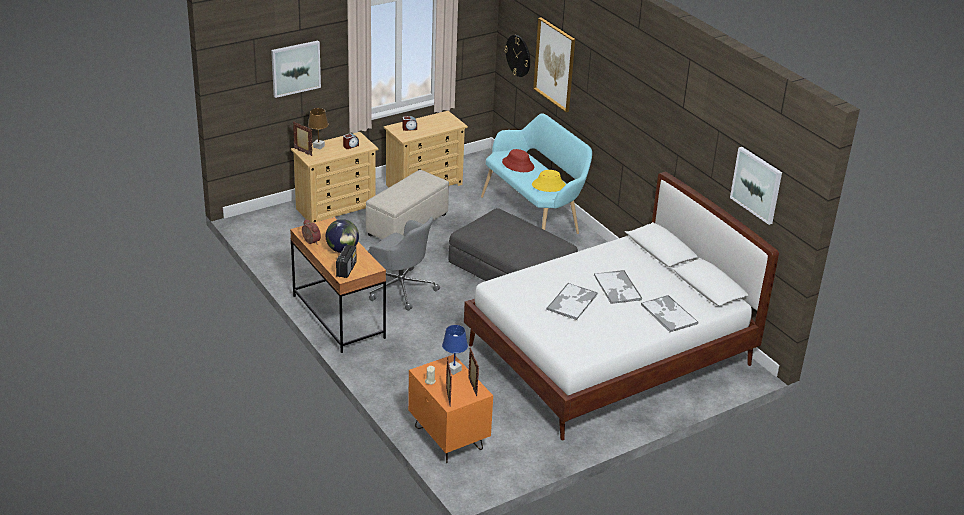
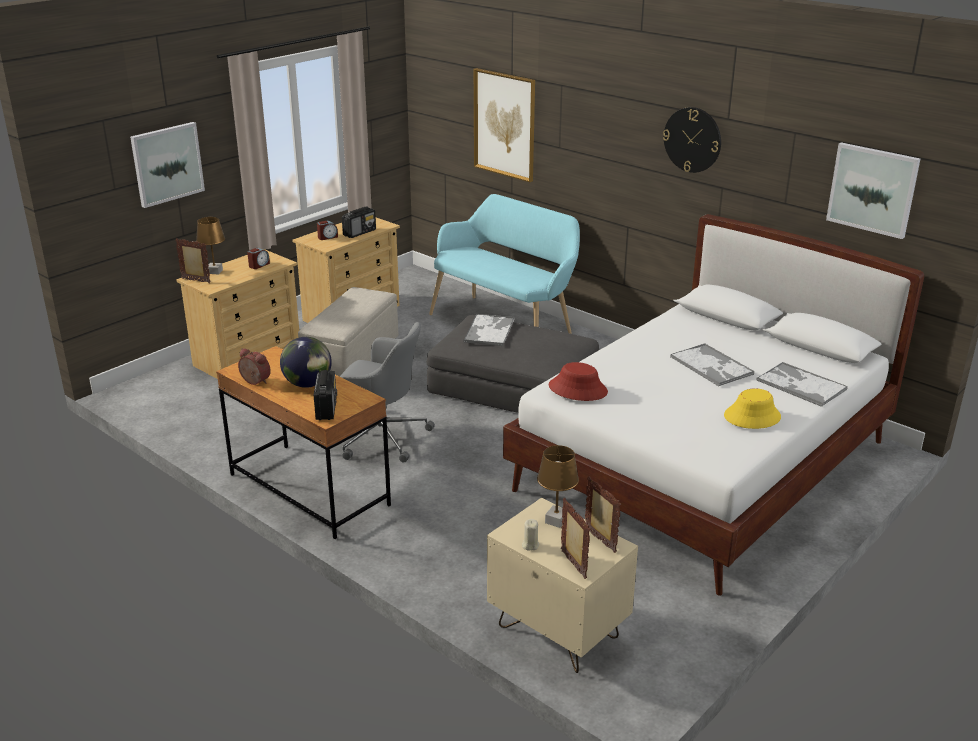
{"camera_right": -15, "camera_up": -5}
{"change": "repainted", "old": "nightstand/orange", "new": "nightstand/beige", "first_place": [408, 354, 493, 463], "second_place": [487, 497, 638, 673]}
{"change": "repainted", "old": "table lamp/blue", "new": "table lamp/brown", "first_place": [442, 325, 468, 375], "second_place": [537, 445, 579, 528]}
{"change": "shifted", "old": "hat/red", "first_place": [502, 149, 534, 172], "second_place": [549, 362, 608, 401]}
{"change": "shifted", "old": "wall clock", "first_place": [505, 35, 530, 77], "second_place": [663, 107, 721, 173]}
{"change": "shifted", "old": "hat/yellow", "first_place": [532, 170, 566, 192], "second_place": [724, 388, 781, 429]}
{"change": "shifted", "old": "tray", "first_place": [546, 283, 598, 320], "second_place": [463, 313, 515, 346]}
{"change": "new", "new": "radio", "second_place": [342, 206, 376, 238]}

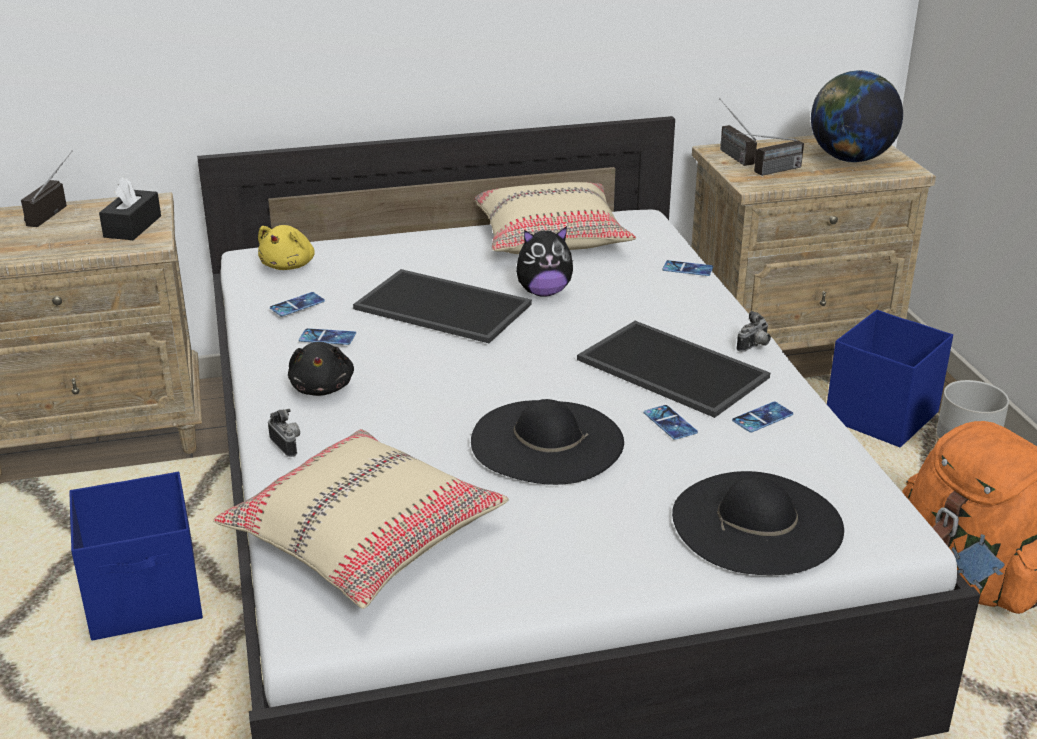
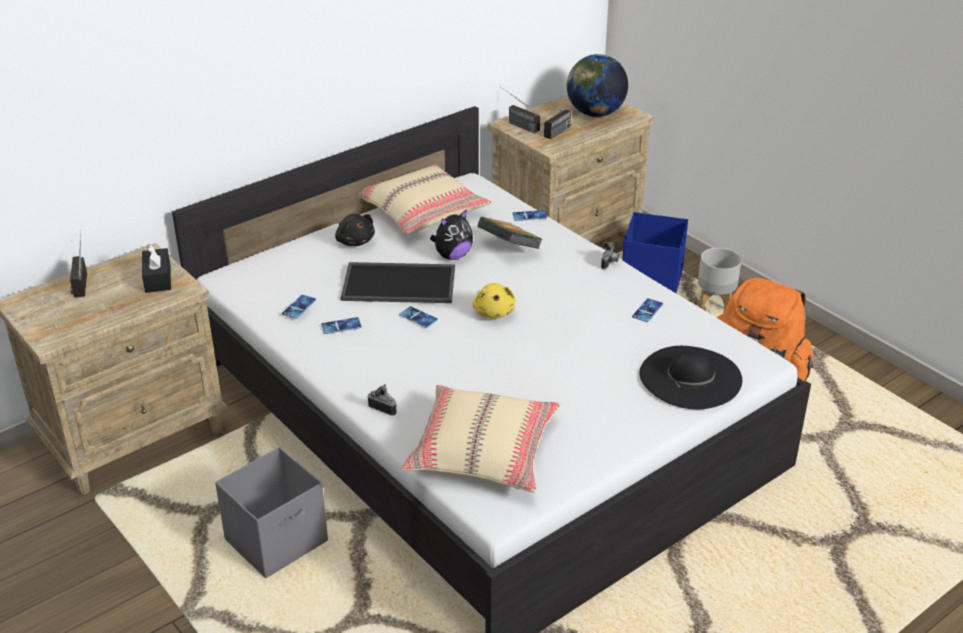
{"camera_right": -25, "camera_up": 5}
{"change": "repainted", "old": "storage box/blue", "new": "storage box/grey", "first_place": [69, 472, 203, 641], "second_place": [215, 447, 328, 578]}
{"change": "shifted", "old": "plush toy/yellow", "first_place": [258, 225, 315, 270], "second_place": [472, 283, 515, 319]}
{"change": "shifted", "old": "plush toy/black", "first_place": [288, 342, 354, 396], "second_place": [335, 214, 375, 246]}
{"change": "gone", "old": "hat/black", "first_place": [471, 399, 624, 485]}
{"change": "gone", "old": "tray", "first_place": [577, 321, 770, 418]}
{"change": "shifted", "old": "phone", "first_place": [644, 405, 698, 440], "second_place": [399, 306, 438, 327]}
{"change": "new", "new": "book", "second_place": [478, 217, 542, 249]}

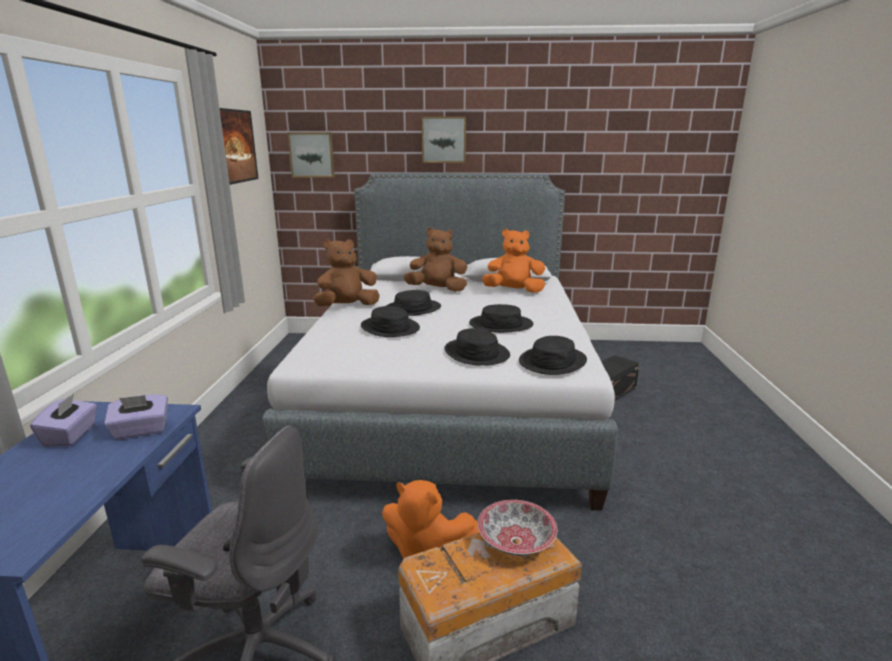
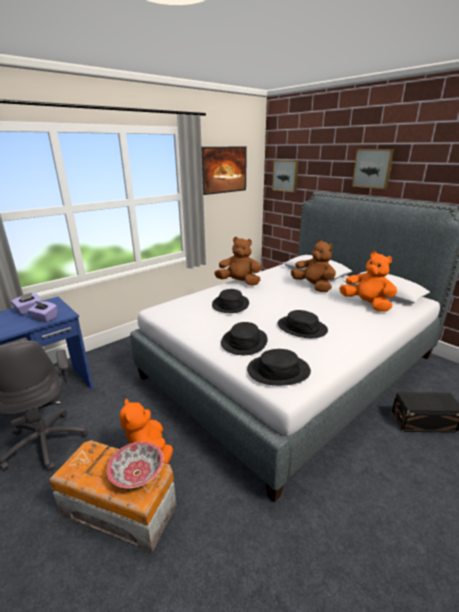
{"camera_right": 45, "camera_up": 5}
{"change": "gone", "old": "hat/black", "first_place": [386, 290, 441, 316]}

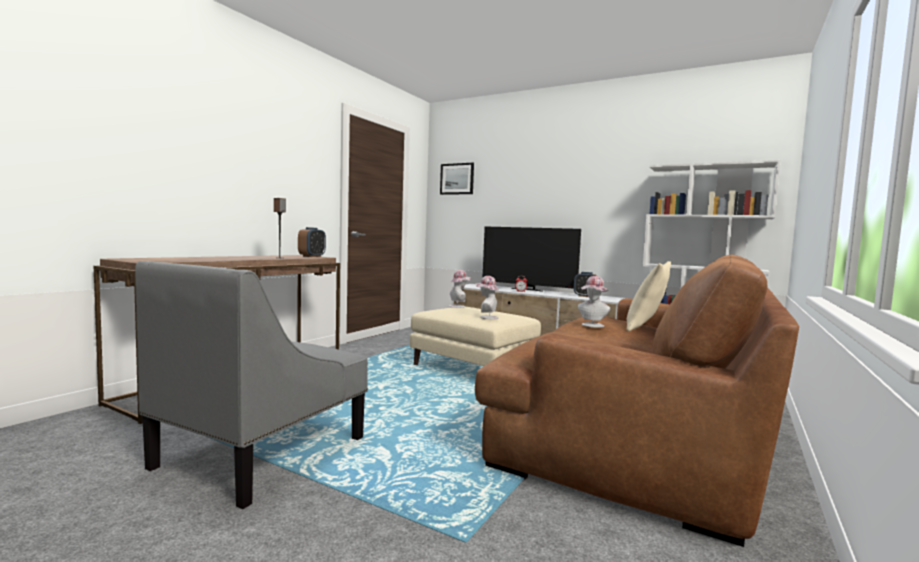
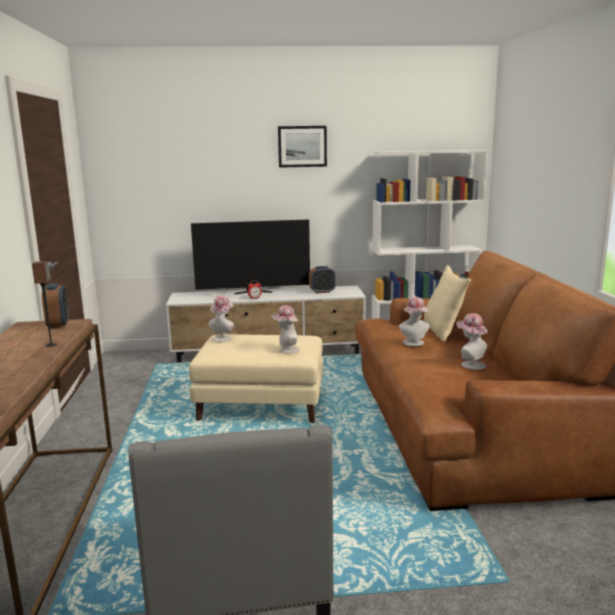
{"camera_right": -35, "camera_up": 10}
{"change": "shifted", "old": "picture", "first_place": [440, 163, 474, 195], "second_place": [278, 126, 327, 168]}
{"change": "new", "new": "hat", "second_place": [456, 313, 488, 370]}

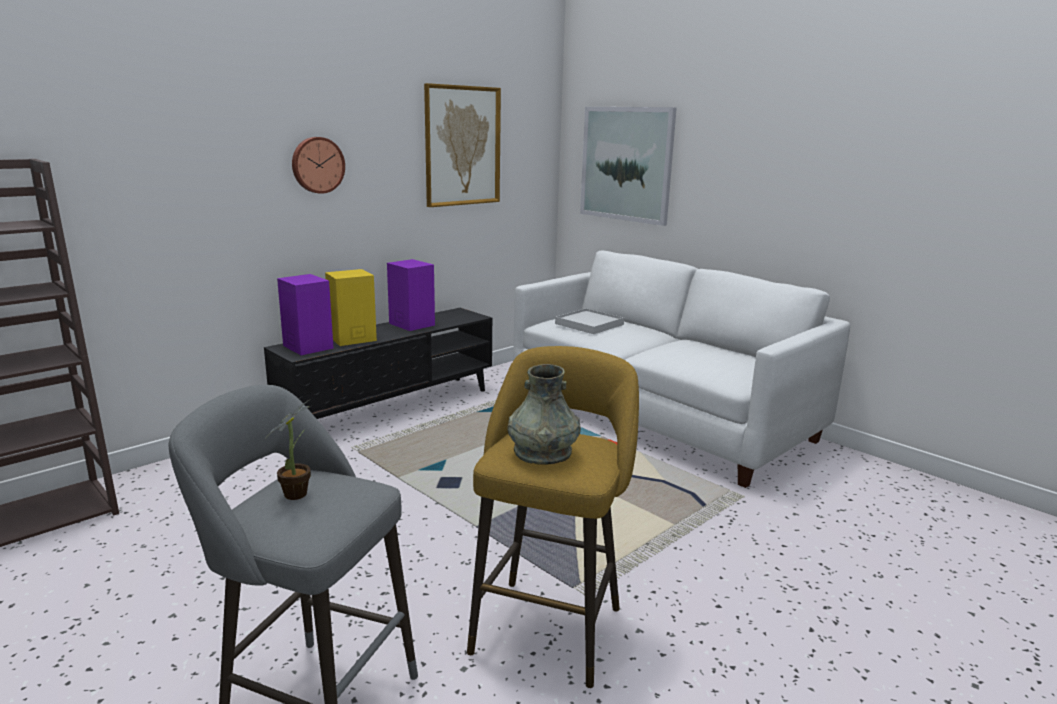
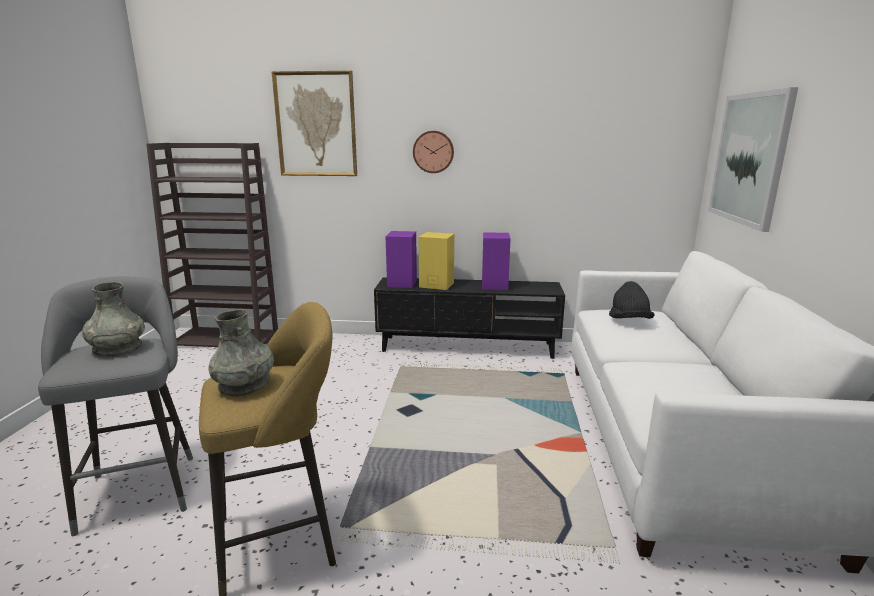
{"camera_right": 50, "camera_up": 0}
{"change": "swapped", "old": "potted plant", "new": "vase/grey", "first_place": [264, 400, 311, 500], "second_place": [82, 282, 145, 356]}
{"change": "shifted", "old": "picture", "first_place": [424, 83, 501, 207], "second_place": [271, 71, 357, 176]}
{"change": "swapped", "old": "tray/white", "new": "hat/black", "first_place": [555, 308, 624, 334], "second_place": [609, 281, 655, 319]}

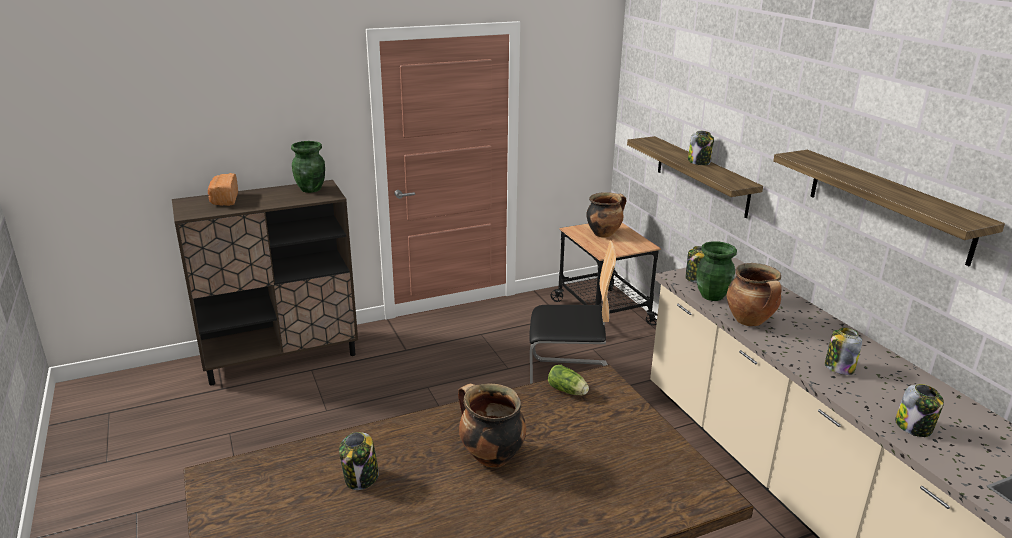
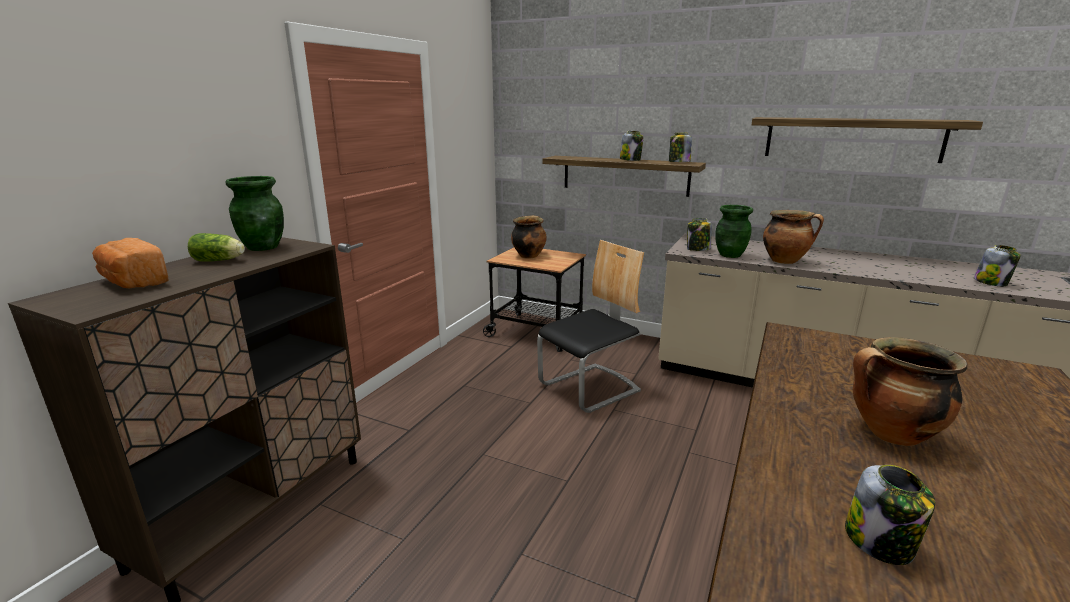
{"camera_right": -40, "camera_up": -5}
{"change": "shifted", "old": "lettuce", "first_place": [548, 365, 589, 395], "second_place": [188, 233, 245, 262]}
{"change": "shifted", "old": "jar", "first_place": [825, 327, 862, 375], "second_place": [669, 133, 692, 162]}

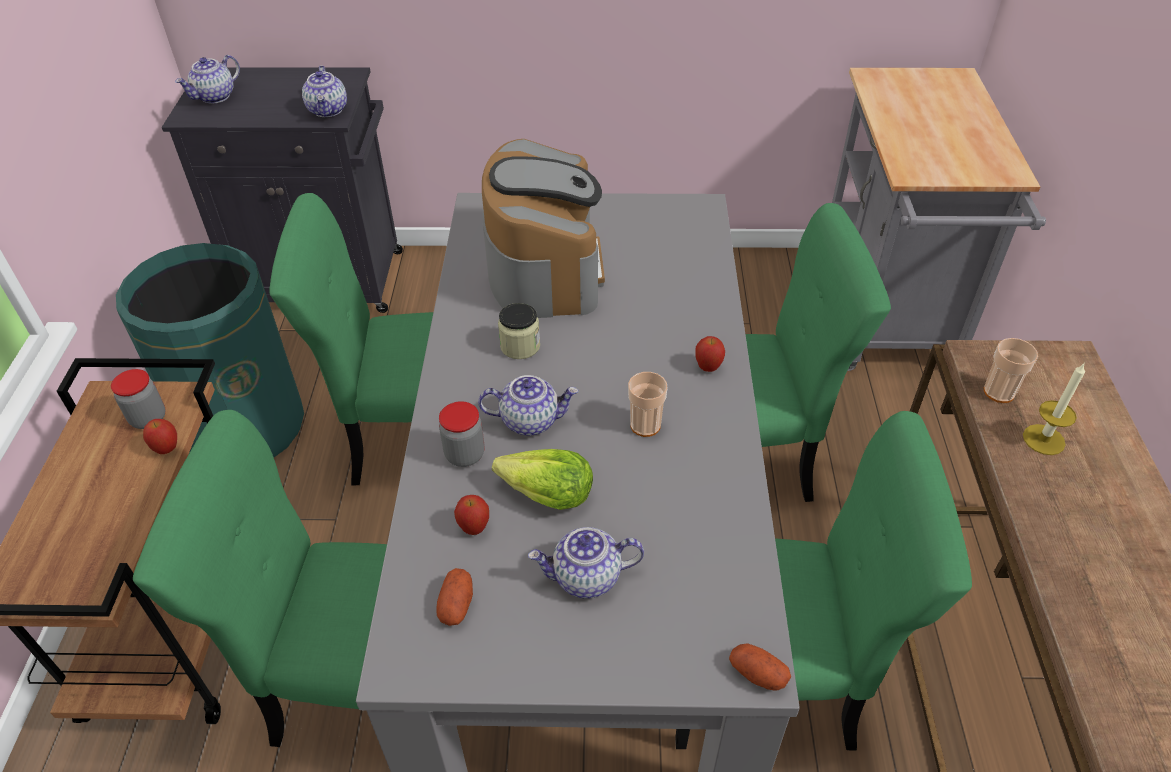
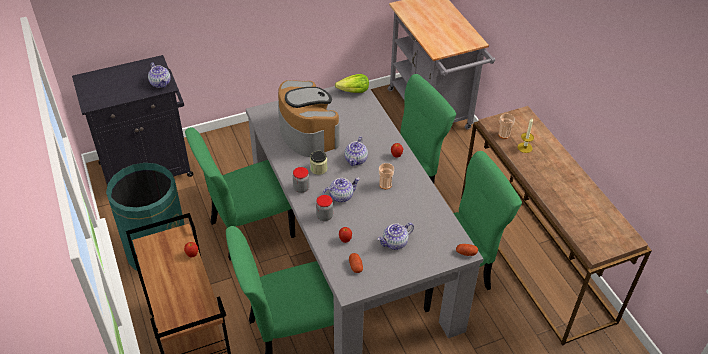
{"camera_right": -25, "camera_up": 0}
{"change": "shifted", "old": "jar", "first_place": [111, 369, 165, 429], "second_place": [293, 167, 309, 193]}
{"change": "shifted", "old": "teapot", "first_place": [175, 55, 240, 104], "second_place": [344, 136, 368, 166]}
{"change": "shifted", "old": "lettuce", "first_place": [492, 449, 593, 510], "second_place": [335, 74, 369, 93]}

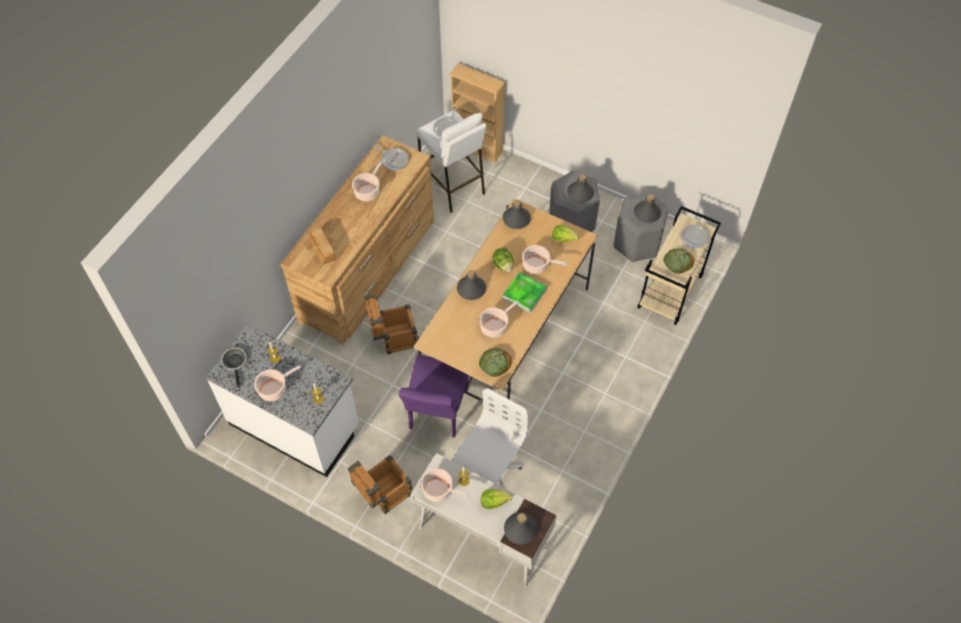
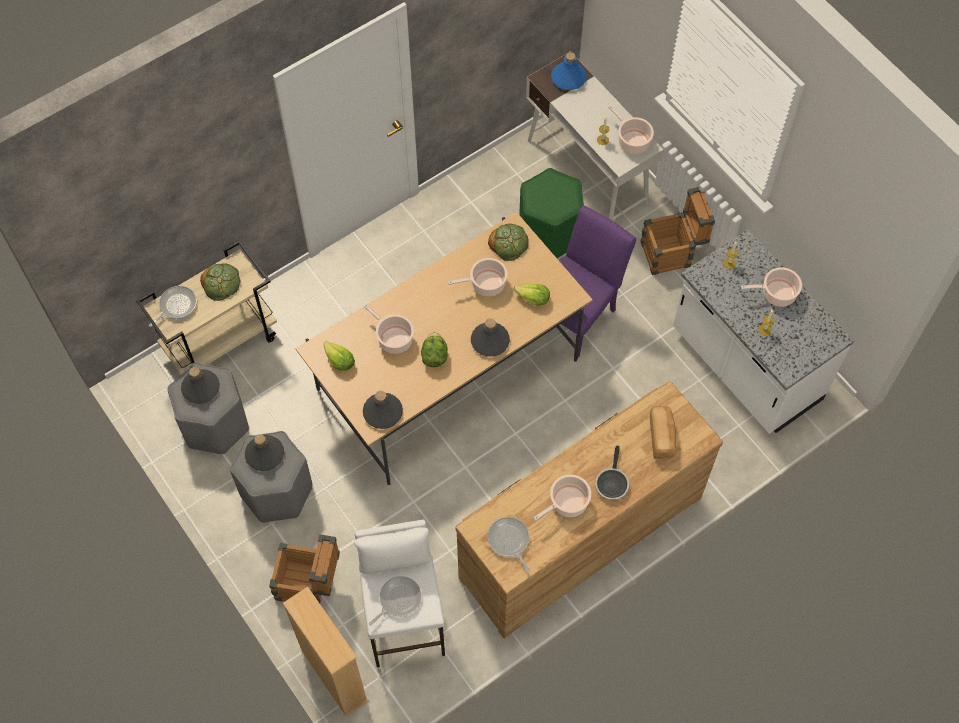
{"camera_right": -155, "camera_up": 5}
{"change": "shifted", "old": "frying pan", "first_place": [221, 348, 247, 388], "second_place": [595, 445, 629, 500]}
{"change": "shifted", "old": "crate", "first_place": [364, 293, 418, 354], "second_place": [269, 534, 340, 603]}
{"change": "swapped", "old": "office chair/white", "new": "stool/green", "first_place": [453, 388, 528, 485], "second_place": [520, 168, 584, 258]}
{"change": "shifted", "old": "lettuce", "first_place": [481, 489, 512, 509], "second_place": [514, 284, 550, 306]}
{"change": "gone", "old": "tray", "first_place": [503, 272, 547, 313]}
{"change": "repainted", "old": "bottle/grey", "new": "bottle/blue", "first_place": [504, 512, 538, 545], "second_place": [551, 52, 587, 90]}

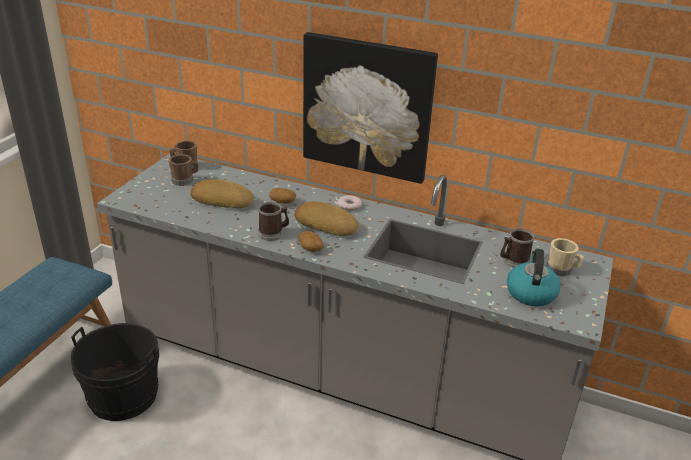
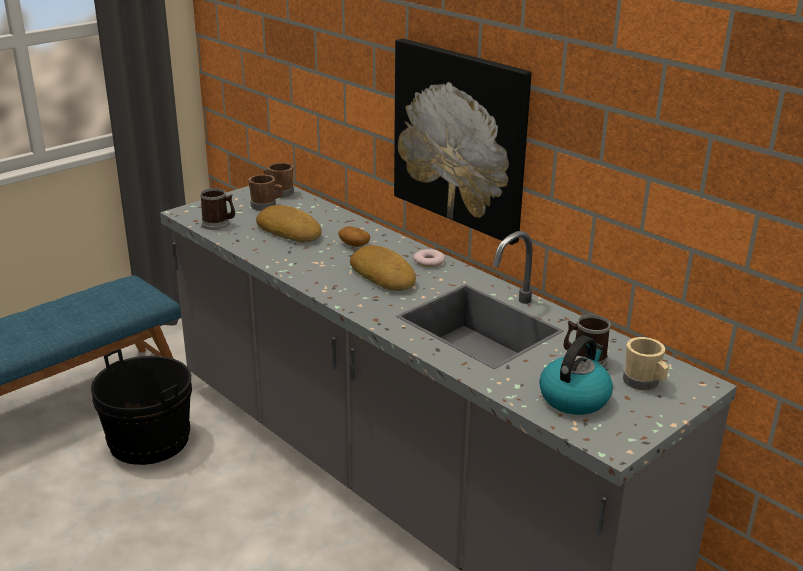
{"camera_right": 25, "camera_up": -5}
{"change": "shifted", "old": "mug", "first_place": [258, 202, 289, 241], "second_place": [200, 188, 235, 230]}
{"change": "gone", "old": "potato", "first_place": [299, 231, 324, 252]}

